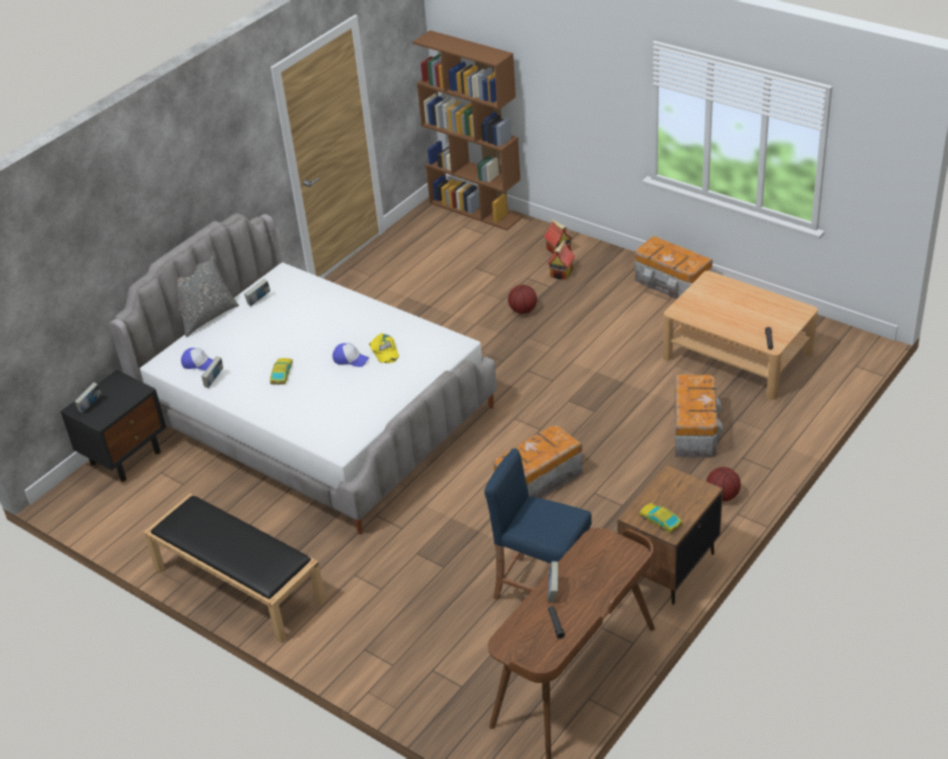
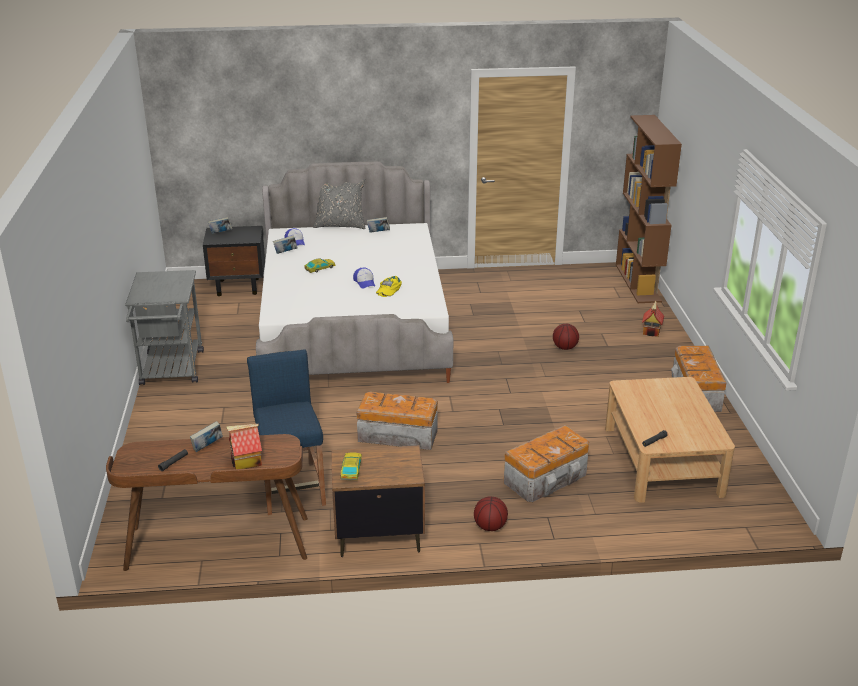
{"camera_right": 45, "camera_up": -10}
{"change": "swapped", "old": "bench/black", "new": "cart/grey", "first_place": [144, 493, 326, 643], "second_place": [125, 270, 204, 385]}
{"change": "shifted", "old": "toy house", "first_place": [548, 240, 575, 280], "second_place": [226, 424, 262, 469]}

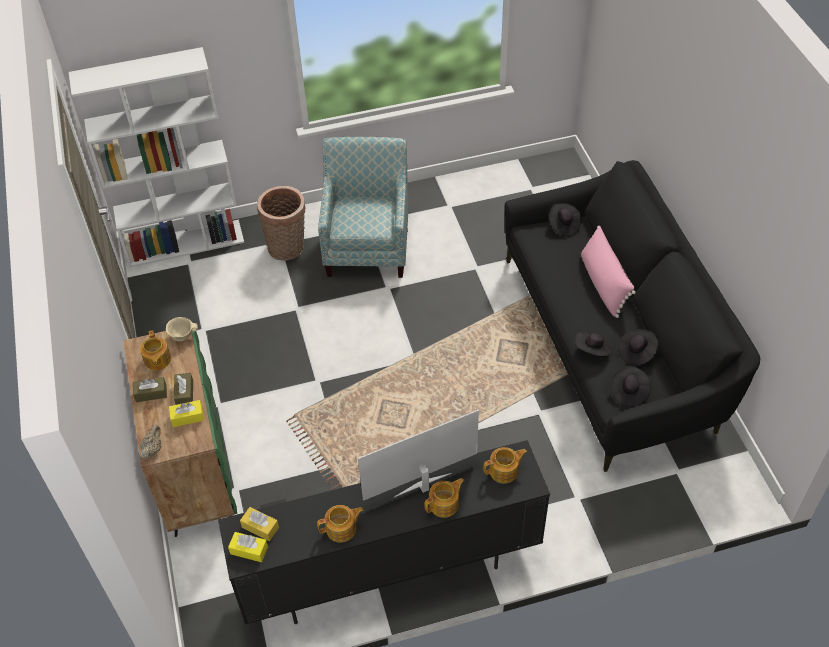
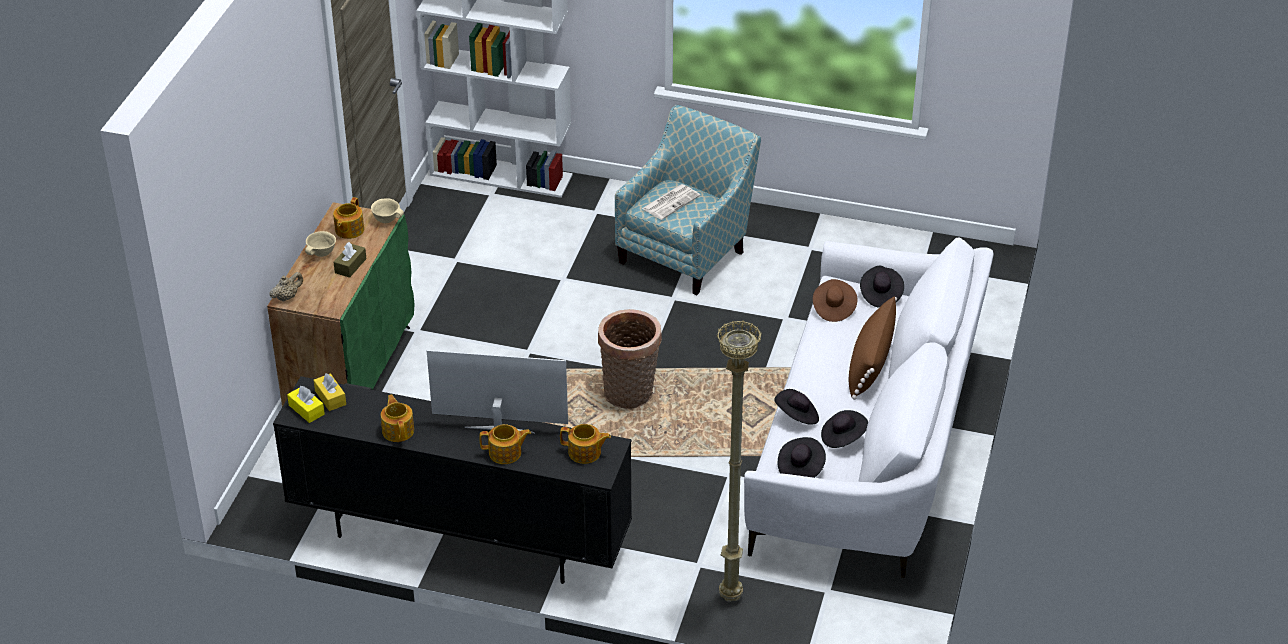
{"camera_right": 30, "camera_up": -10}
{"change": "swapped", "old": "tissue box/brown", "new": "bowl/beige", "first_place": [133, 377, 167, 402], "second_place": [305, 231, 336, 257]}
{"change": "gone", "old": "tissue box/yellow", "first_place": [169, 400, 204, 427]}
{"change": "shifted", "old": "basket", "first_place": [257, 186, 306, 261], "second_place": [598, 309, 661, 409]}
{"change": "rotated", "old": "teapot", "first_place": [317, 505, 364, 542], "second_place": [381, 394, 414, 442], "degrees": -120}
{"change": "repainted", "old": "sofa/black", "new": "sofa/white", "first_place": [505, 160, 760, 472], "second_place": [744, 237, 994, 578]}
{"change": "repainted", "old": "pillow/pink", "new": "pillow/brown", "first_place": [581, 226, 636, 318], "second_place": [849, 296, 897, 400]}
{"change": "new", "new": "newspaper", "second_place": [642, 184, 700, 220]}
{"change": "new", "new": "floor lamp/beige", "second_place": [716, 320, 762, 602]}
{"change": "new", "new": "hat/brown", "second_place": [813, 279, 857, 322]}

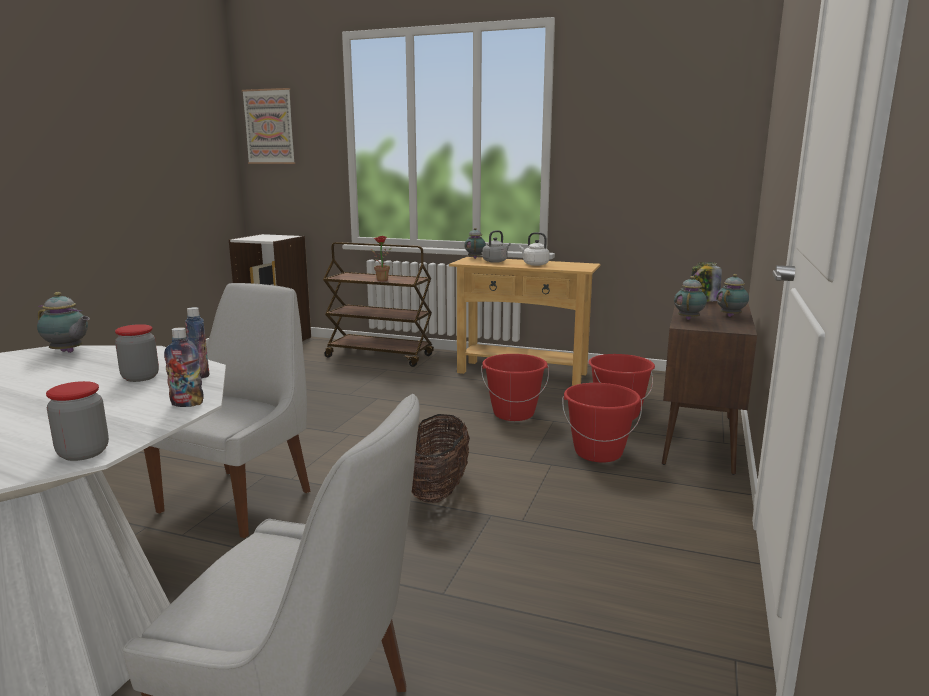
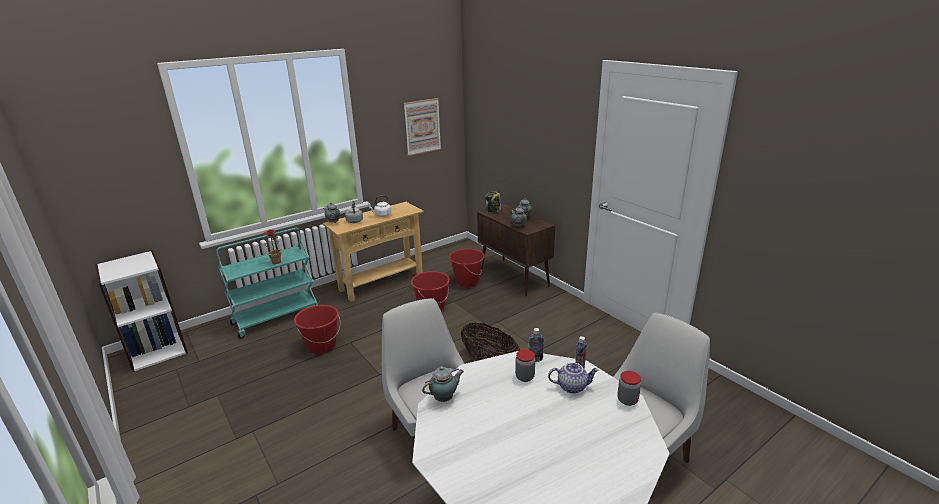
{"camera_right": -55, "camera_up": 10}
{"change": "shifted", "old": "picture", "first_place": [242, 88, 295, 164], "second_place": [403, 98, 441, 156]}
{"change": "repainted", "old": "cart/brown", "new": "cart/turquoise", "first_place": [323, 242, 434, 367], "second_place": [217, 228, 318, 339]}
{"change": "shifted", "old": "bucket/red", "first_place": [562, 383, 642, 462], "second_place": [294, 305, 340, 354]}
{"change": "new", "new": "teapot", "second_place": [548, 362, 599, 394]}

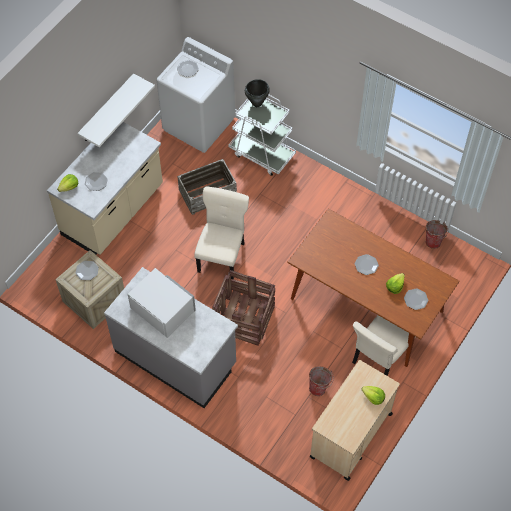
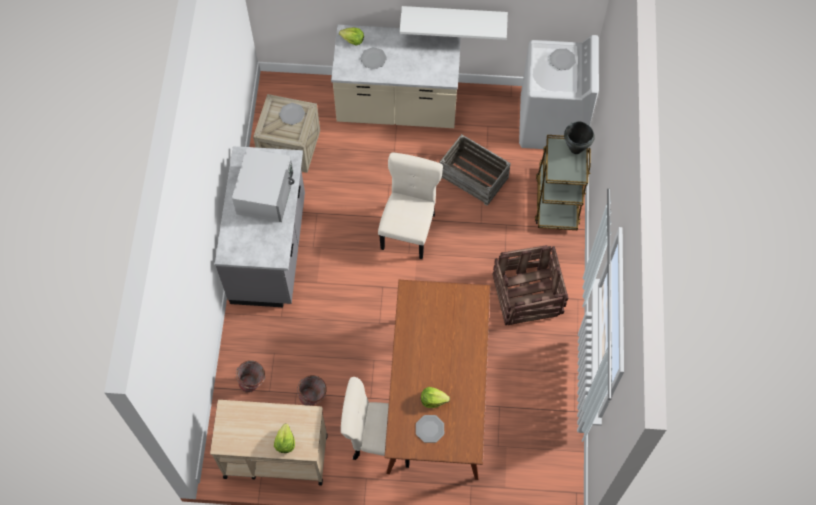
{"camera_right": 60, "camera_up": 5}
{"change": "rotated", "old": "chair/beige", "first_place": [194, 186, 249, 279], "second_place": [378, 152, 443, 259], "degrees": -60}
{"change": "shifted", "old": "crate", "first_place": [212, 270, 275, 346], "second_place": [492, 245, 568, 325]}
{"change": "repainted", "old": "cart/white", "new": "cart/brown", "first_place": [228, 94, 296, 176], "second_place": [535, 135, 591, 230]}
{"change": "gone", "old": "plate", "first_place": [355, 254, 379, 275]}
{"change": "shifted", "old": "bucket", "first_place": [425, 220, 449, 249], "second_place": [236, 360, 265, 393]}

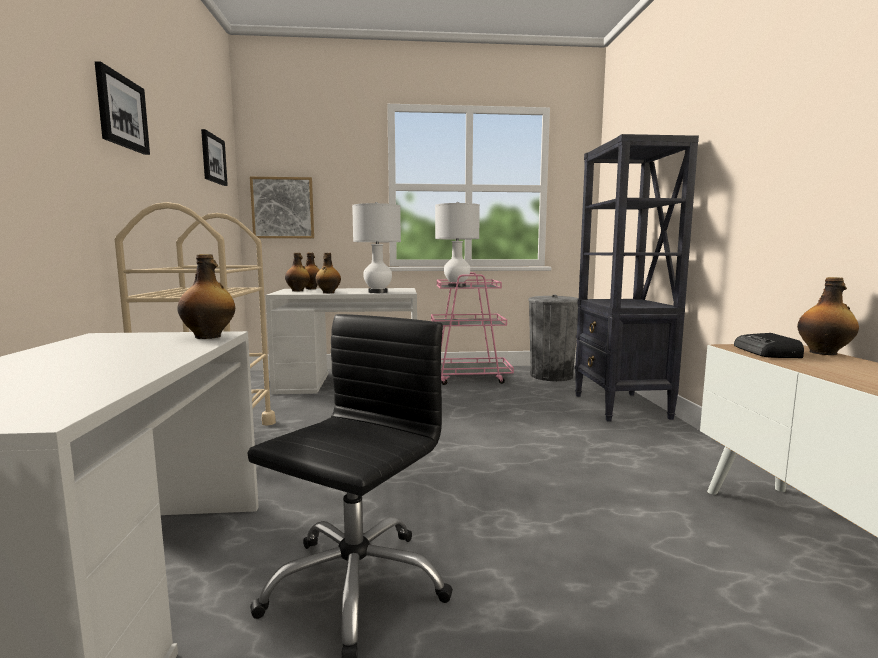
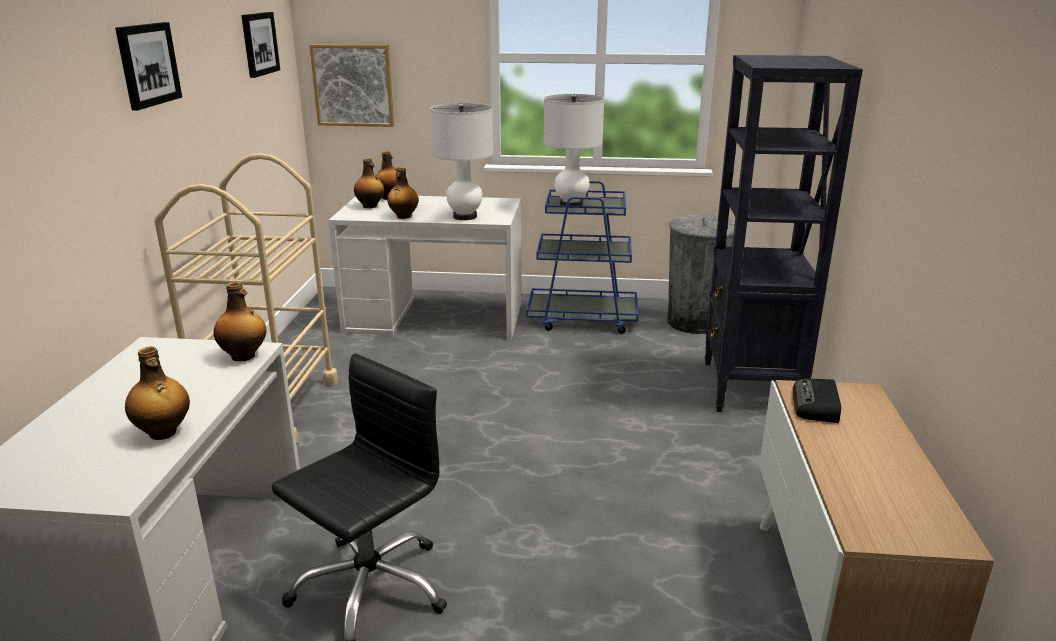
{"camera_right": 10, "camera_up": 15}
{"change": "repainted", "old": "cart/pink", "new": "cart/blue", "first_place": [431, 272, 514, 385], "second_place": [526, 181, 639, 334]}
{"change": "shifted", "old": "bottle", "first_place": [797, 277, 859, 355], "second_place": [125, 346, 190, 440]}

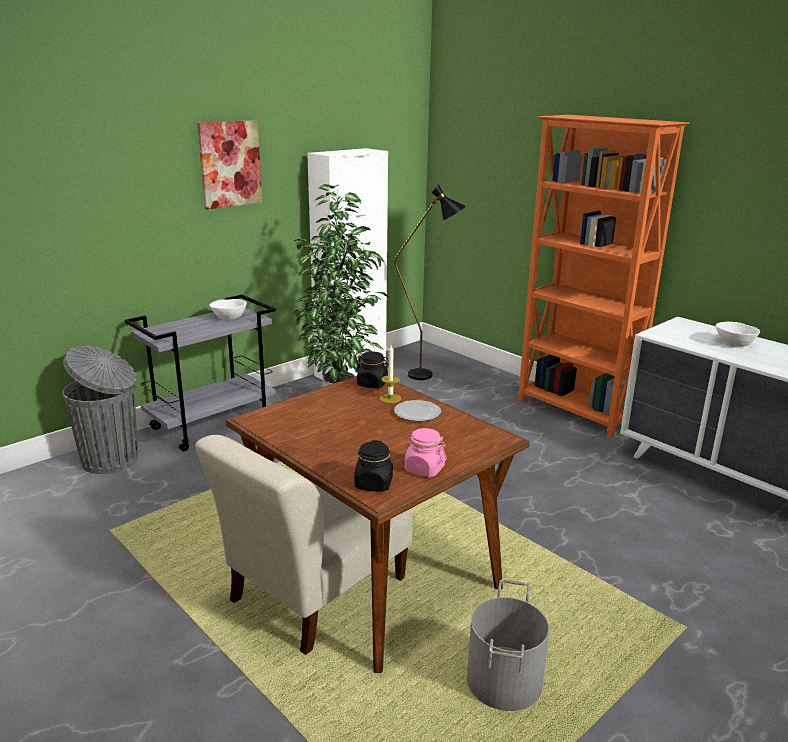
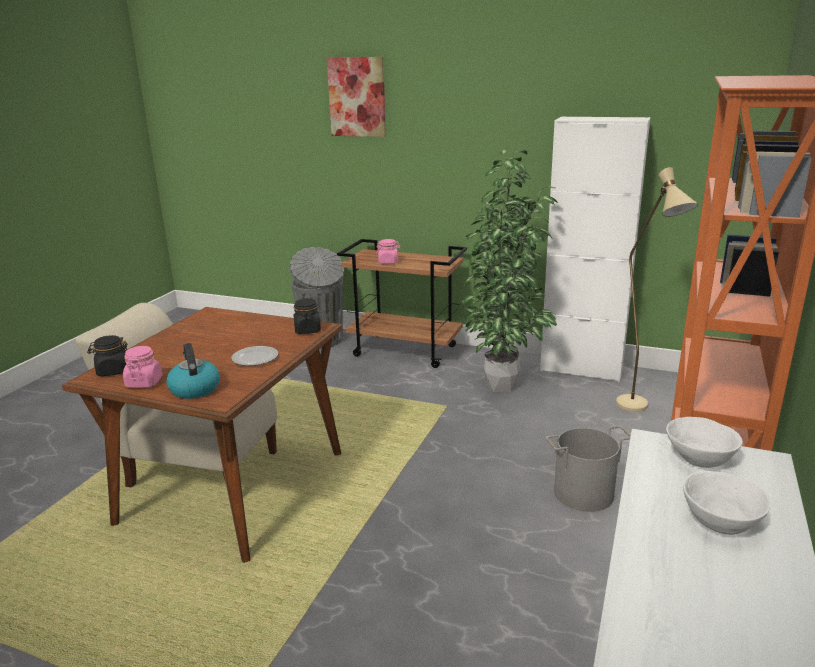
{"camera_right": 65, "camera_up": 0}
{"change": "repainted", "old": "cart/grey", "new": "cart/brown", "first_place": [124, 295, 276, 451], "second_place": [337, 239, 467, 368]}
{"change": "shifted", "old": "picture", "first_place": [197, 120, 262, 209], "second_place": [327, 57, 386, 137]}
{"change": "shifted", "old": "bowl/white", "first_place": [209, 299, 247, 320], "second_place": [666, 417, 743, 468]}
{"change": "gone", "old": "candle", "first_place": [380, 345, 401, 403]}
{"change": "repainted", "old": "floor lamp/black", "new": "floor lamp/beige", "first_place": [394, 183, 466, 380], "second_place": [616, 167, 698, 412]}
{"change": "shifted", "old": "bucket/grey", "first_place": [467, 580, 549, 711], "second_place": [546, 426, 631, 512]}
{"change": "new", "new": "kettle", "second_place": [166, 343, 220, 399]}
{"change": "new", "new": "jar/pink", "second_place": [376, 239, 400, 264]}

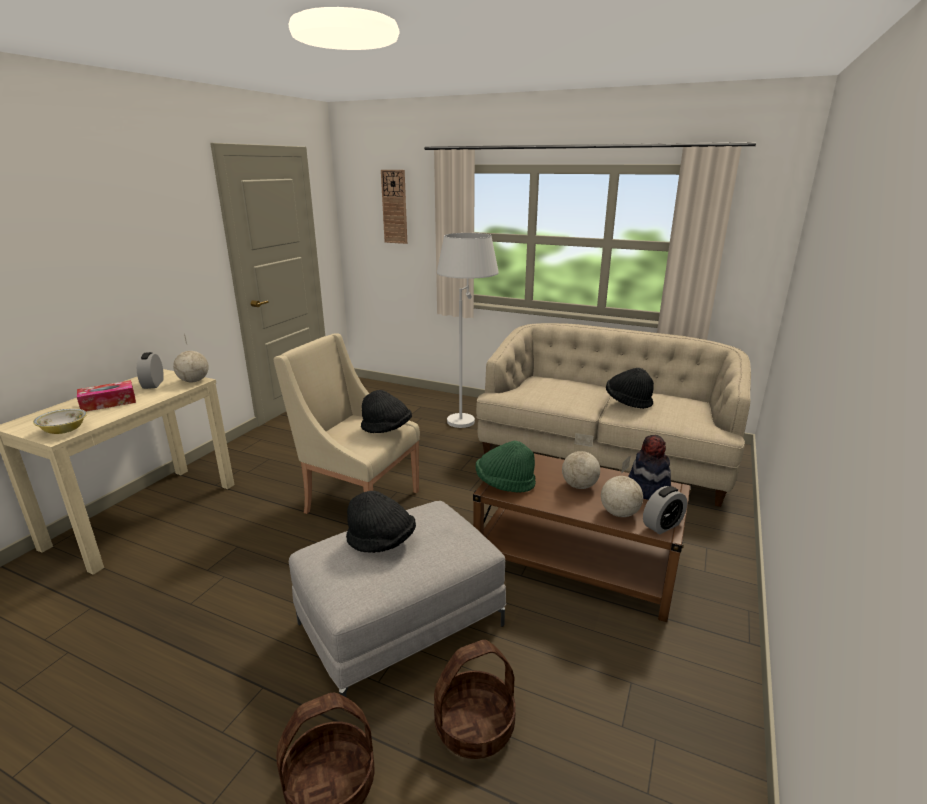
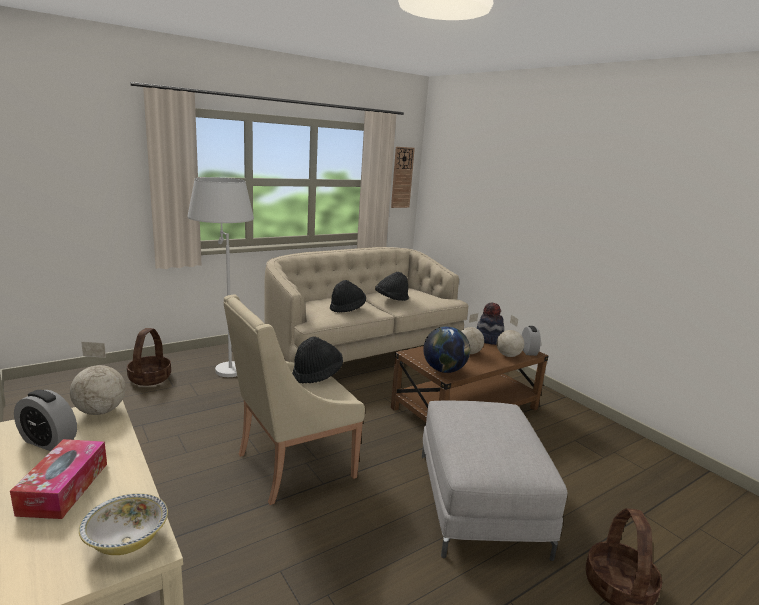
{"camera_right": -60, "camera_up": -5}
{"change": "shifted", "old": "hat/black", "first_place": [346, 491, 416, 553], "second_place": [330, 280, 366, 313]}
{"change": "shifted", "old": "wall clock", "first_place": [381, 170, 407, 244], "second_place": [391, 147, 415, 208]}
{"change": "shifted", "old": "basket", "first_place": [434, 640, 516, 759], "second_place": [127, 328, 171, 386]}
{"change": "swapped", "old": "hat/green", "new": "globe", "first_place": [476, 441, 536, 493], "second_place": [423, 326, 470, 373]}

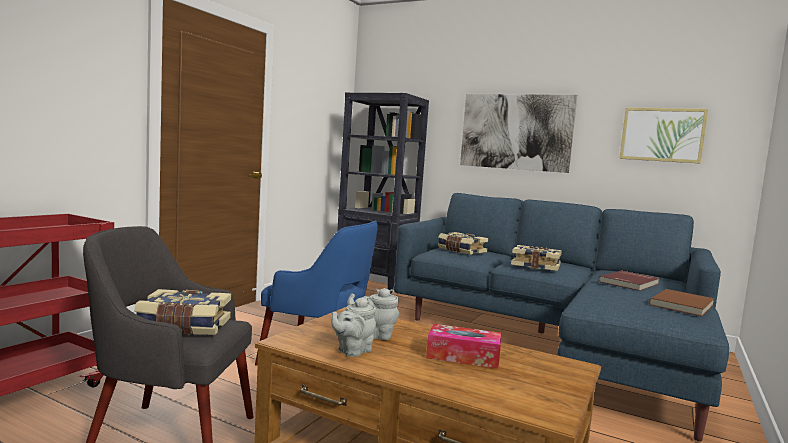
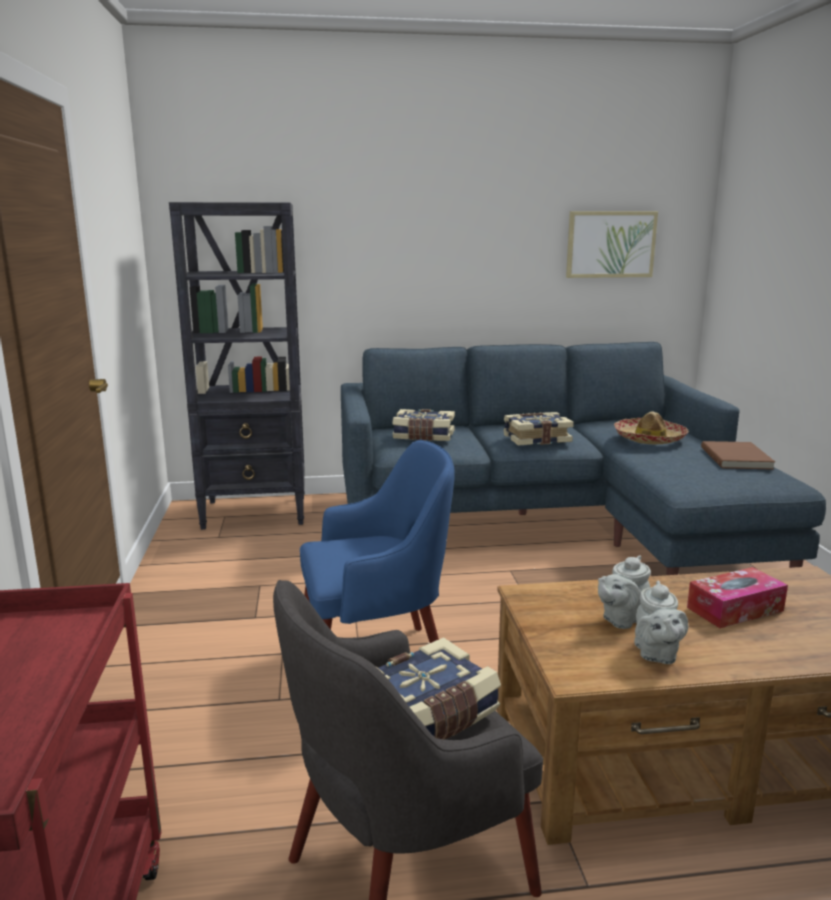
{"camera_right": -35, "camera_up": 10}
{"change": "gone", "old": "picture", "first_place": [460, 94, 577, 173]}
{"change": "swapped", "old": "book/red", "new": "hat", "first_place": [599, 270, 660, 291], "second_place": [614, 411, 689, 444]}

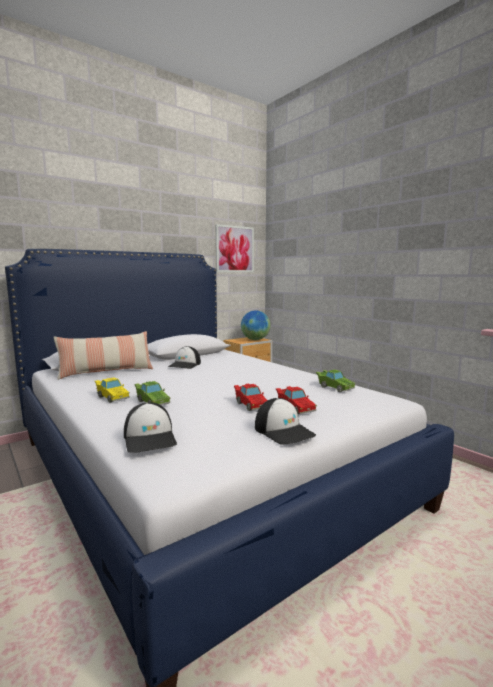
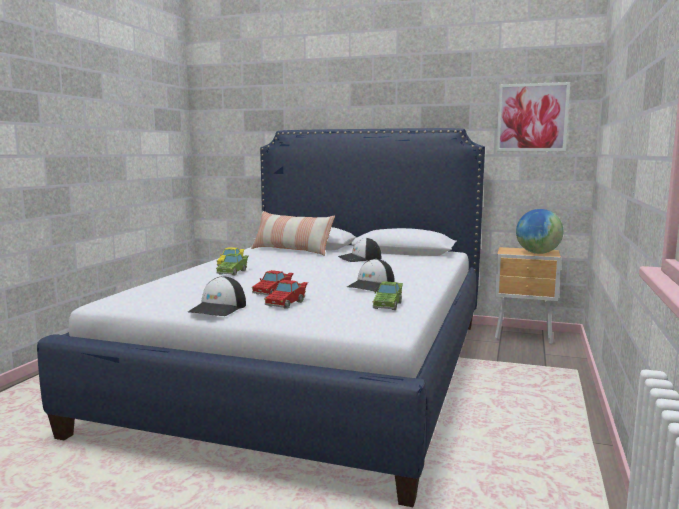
{"camera_right": 55, "camera_up": 0}
{"change": "shifted", "old": "cap", "first_place": [124, 402, 177, 453], "second_place": [347, 259, 395, 292]}

